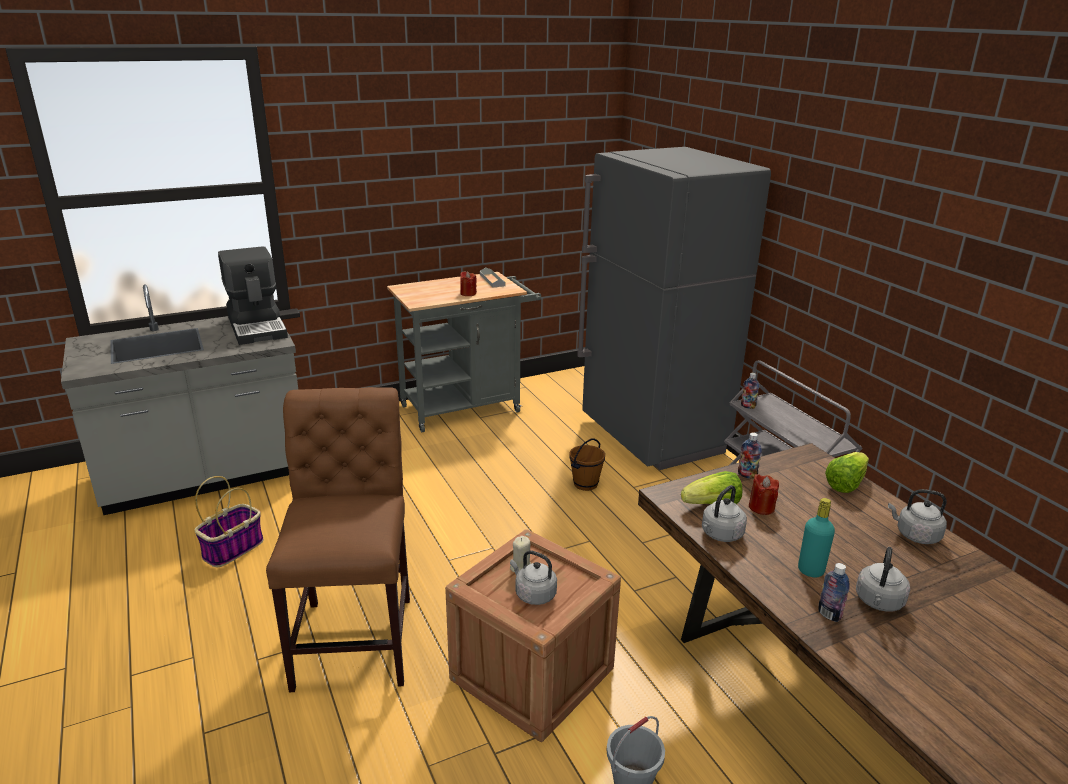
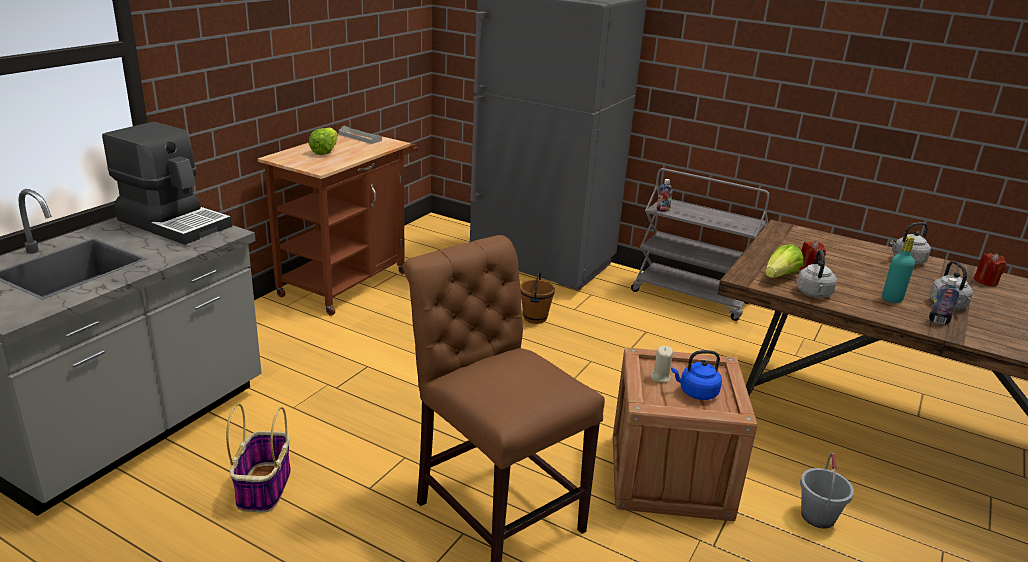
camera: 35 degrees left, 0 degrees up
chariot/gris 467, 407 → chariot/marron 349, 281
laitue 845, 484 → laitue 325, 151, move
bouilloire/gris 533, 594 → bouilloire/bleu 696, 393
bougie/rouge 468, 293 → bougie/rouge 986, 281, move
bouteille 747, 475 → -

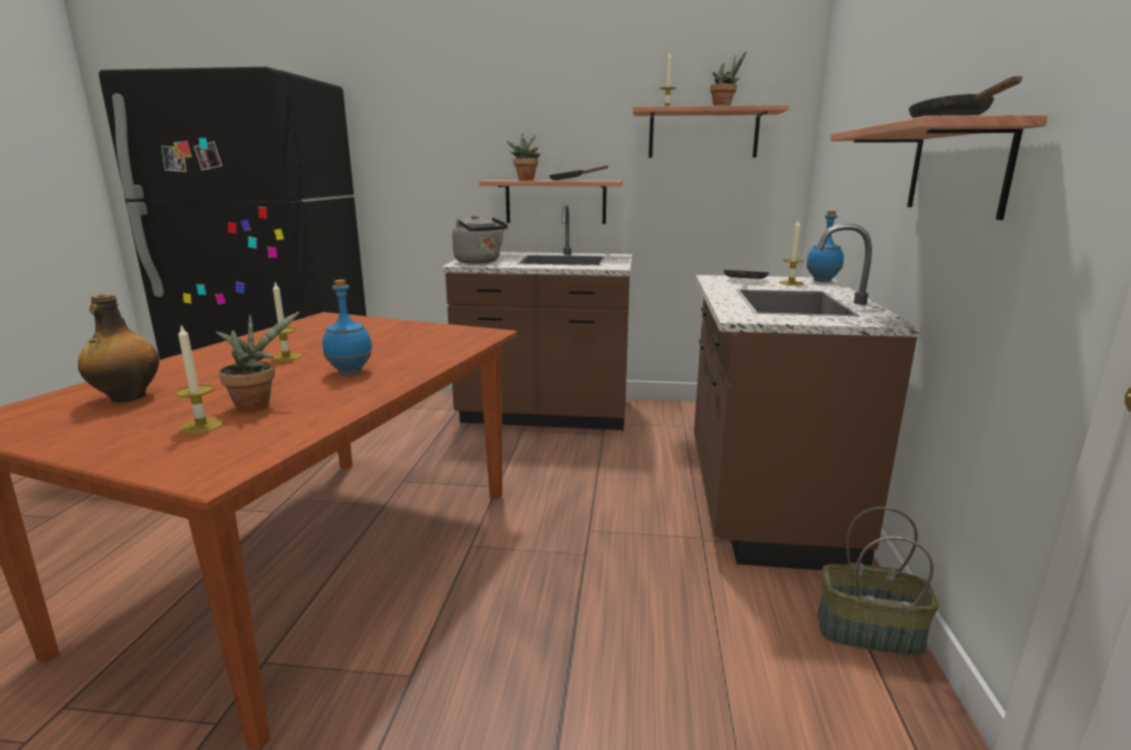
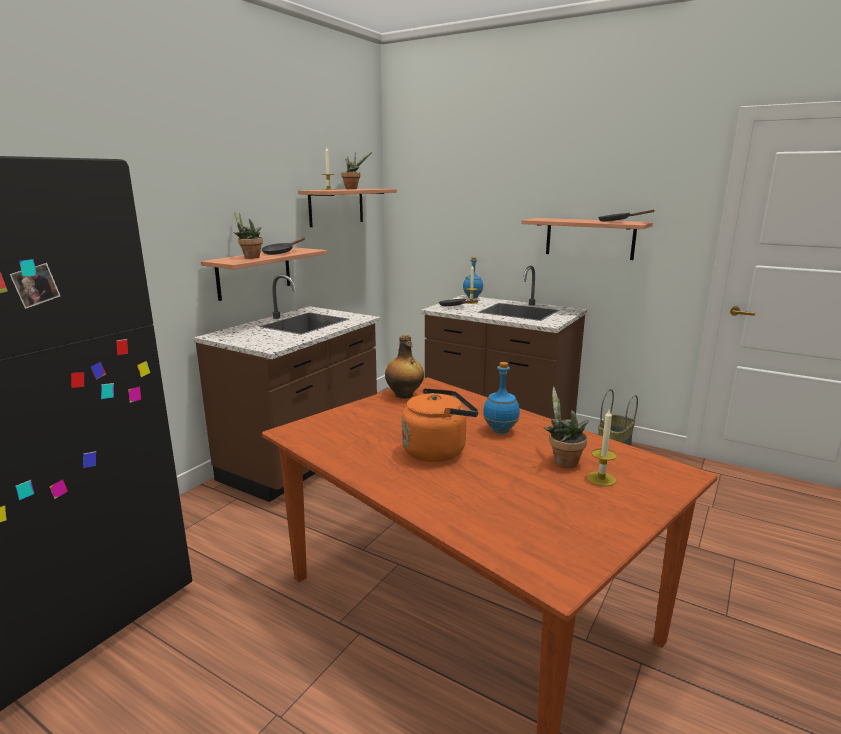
camera: 65 degrees left, 0 degrees up
bouteille 127, 397 → bouteille 404, 395, move
bougie 286, 357 → bouilloire/orange 437, 450
bouilloire/gris 480, 262 → -

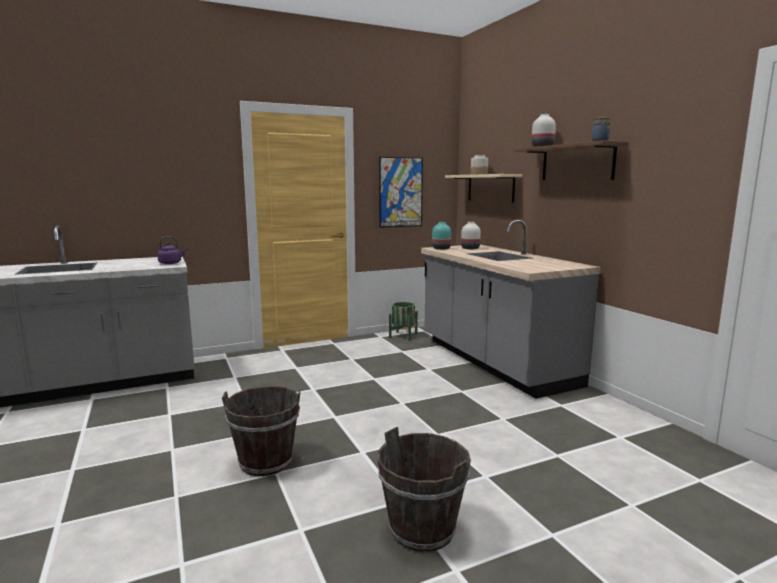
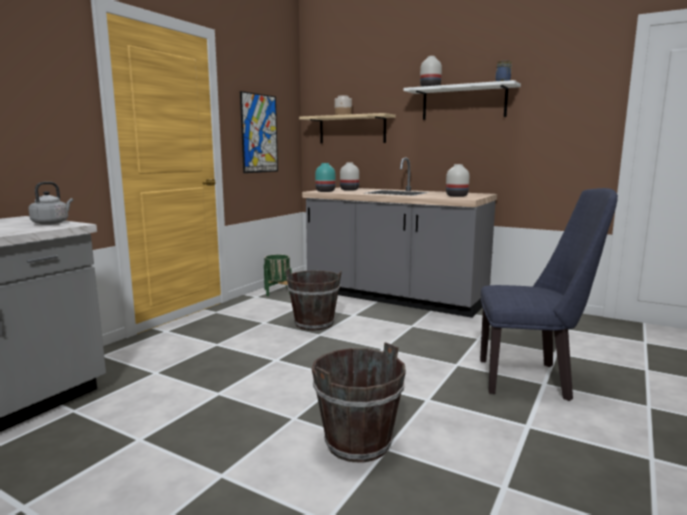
camera: 35 degrees left, 0 degrees up
bouilloire/violet 171, 263 → bouilloire/gris 52, 223
seau/marron 421, 530 → seau/marron 314, 324, move
étagère/marron 577, 163 → étagère/blanc 463, 103
- → vase/blanc 456, 196
- → chaise/bleu 532, 379

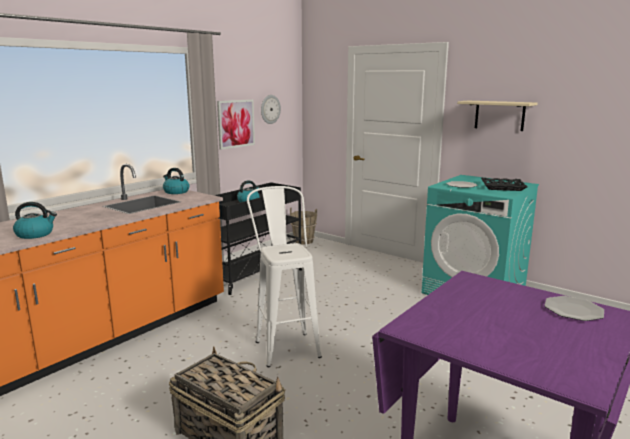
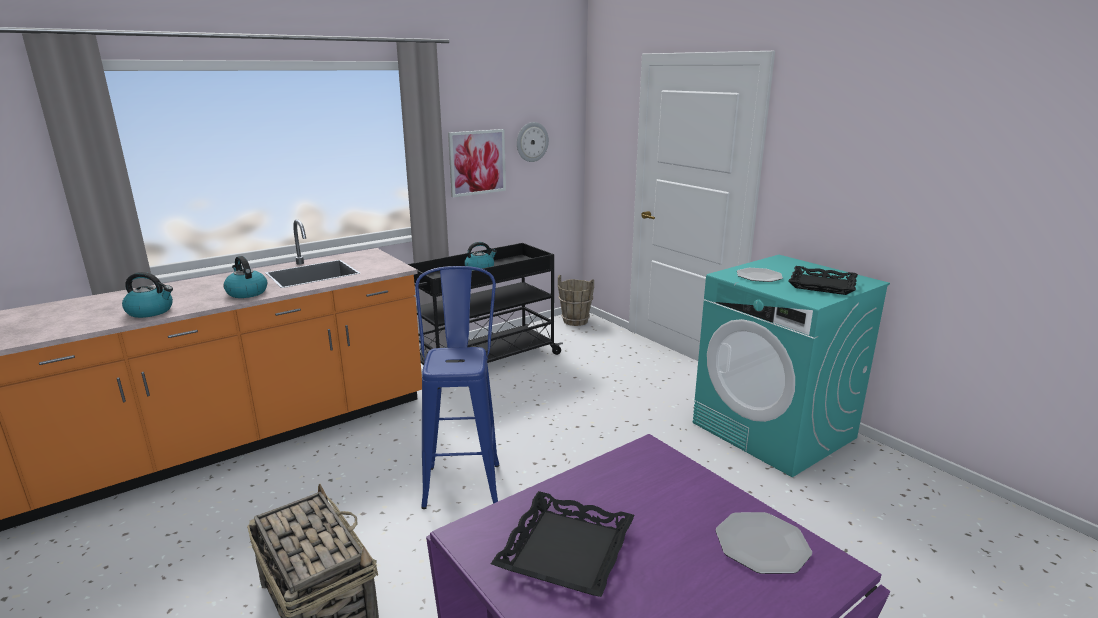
camera: 15 degrees right, 5 degrees up
bouilloire 176, 192 → bouilloire 246, 292, move
tabouret/blanc 284, 344 → tabouret/bleu 463, 477
- → plateau/noir 567, 551
étagère/beige 499, 115 → -

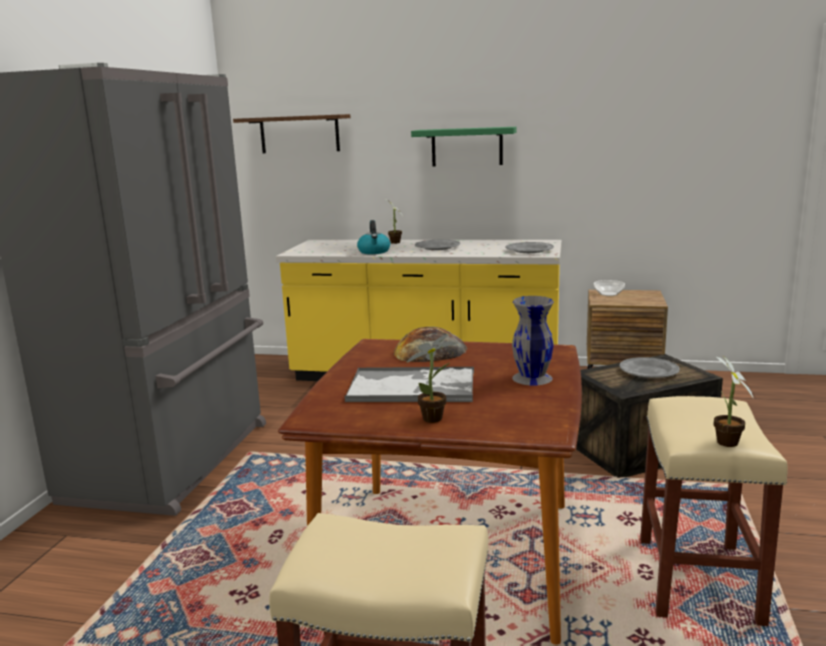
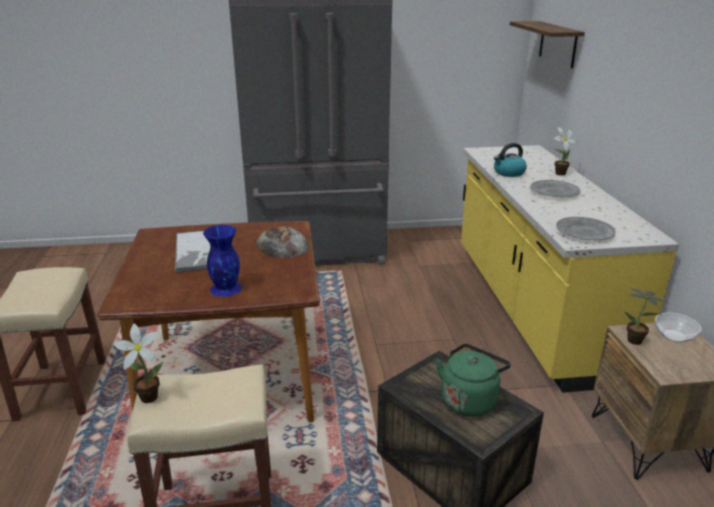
camera: 70 degrees right, 10 degrees up
vase/gris 531, 378 → vase/bleu 225, 288
assiette/gris 648, 371 → bouilloire/vert 469, 400
plante en pot 436, 418 → plante en pot 637, 342, move
étagère/vert 467, 147 → -

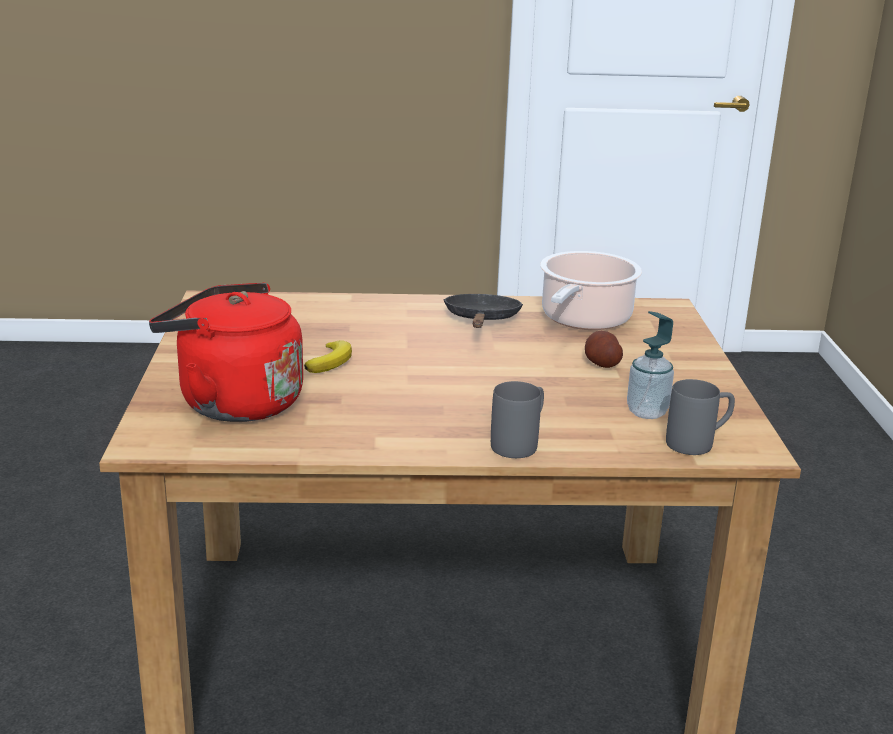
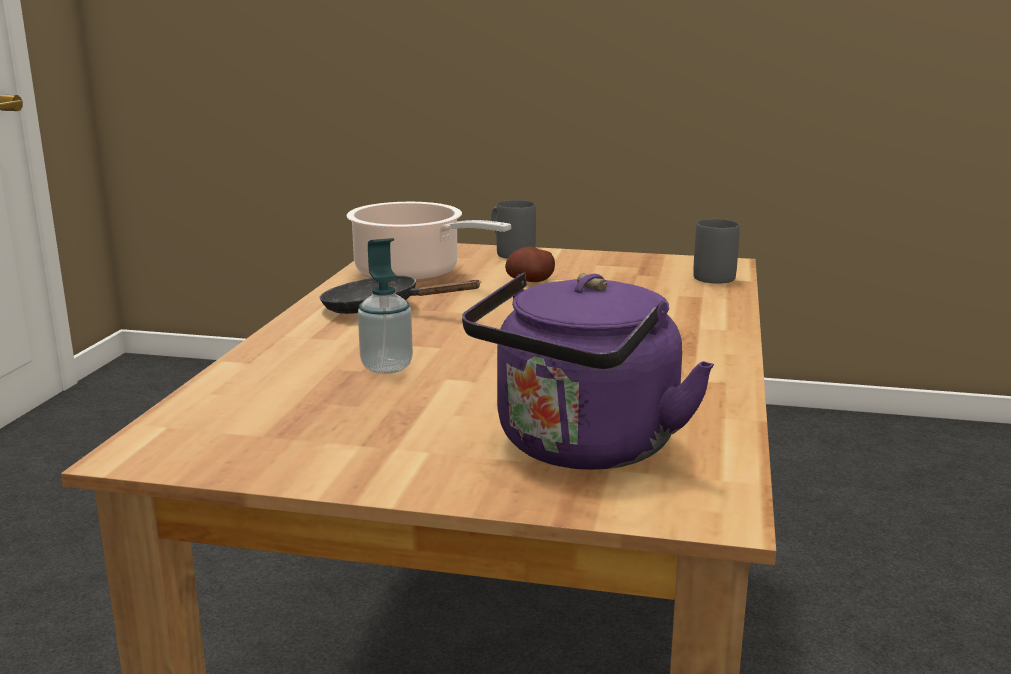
camera: 75 degrees left, 5 degrees down
distributeur de savon 647, 412 → distributeur de savon 386, 367, move
bouilloire/rouge 233, 402 → bouilloire/violet 581, 449
mug/gris 520, 443 → mug/gris 510, 252, move
banane 331, 361 → -

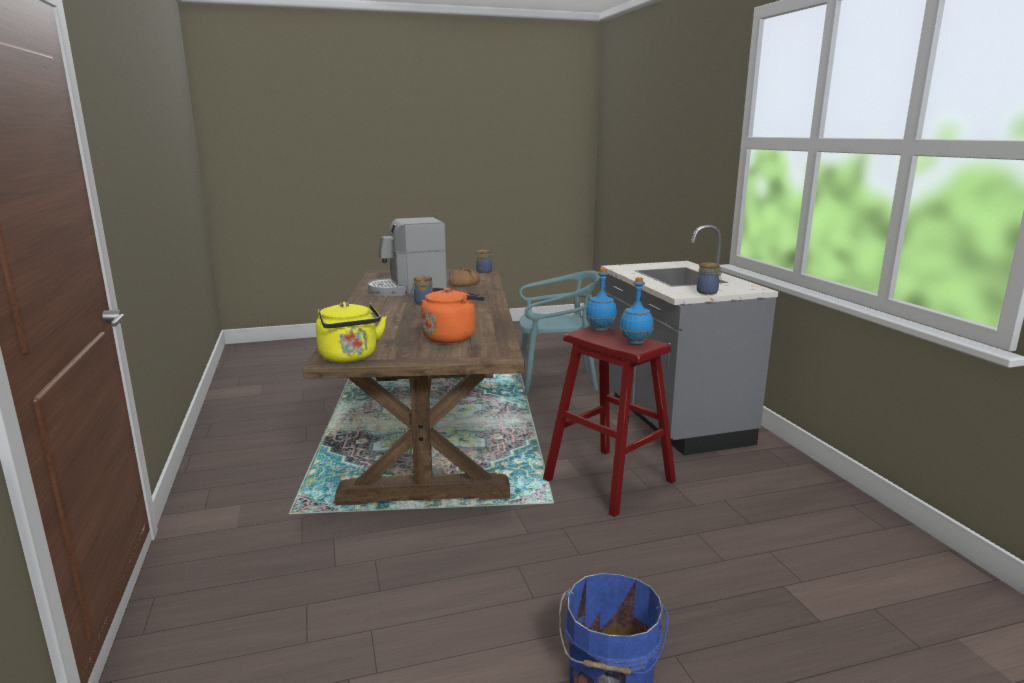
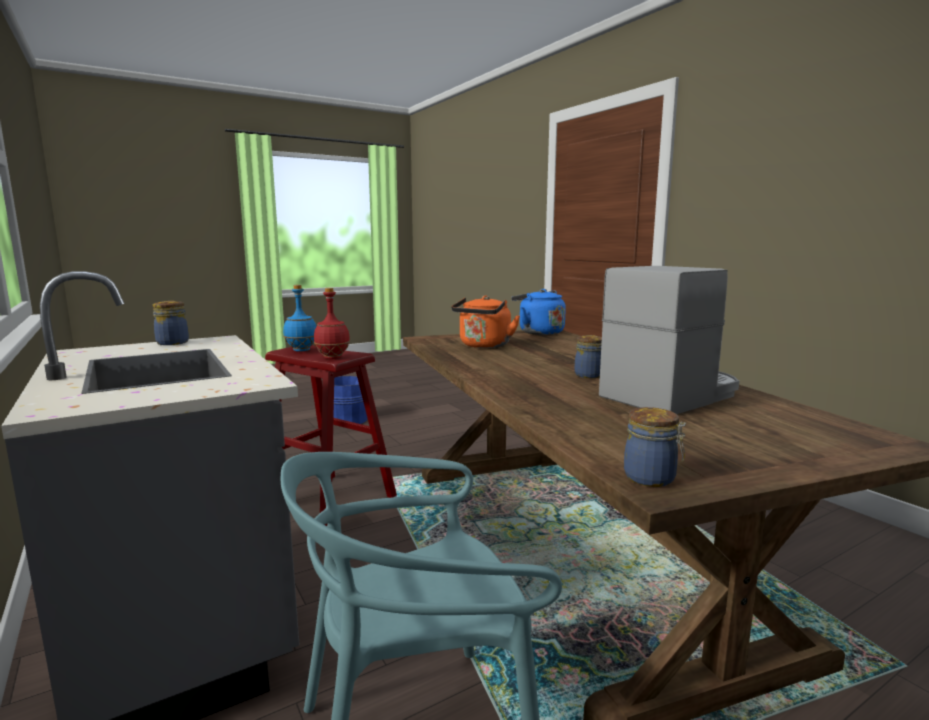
camera: 165 degrees right, 5 degrees down
bouteille/bleu 600, 329 → bouteille/rouge 333, 358
bouilloire/jaune 350, 357 → bouilloire/bleu 538, 332
pain 464, 284 → -

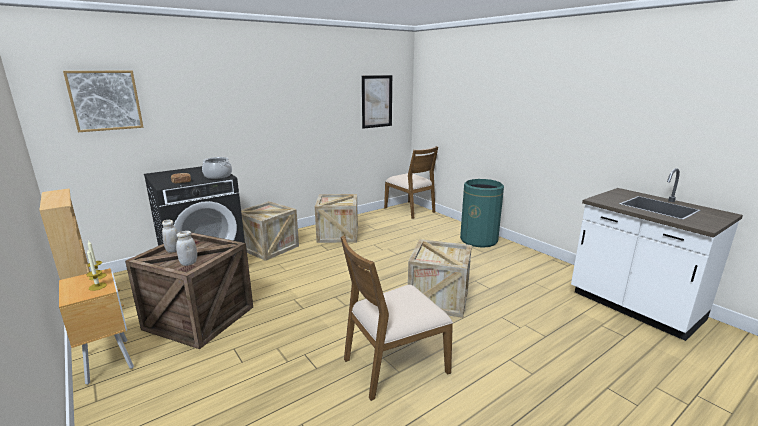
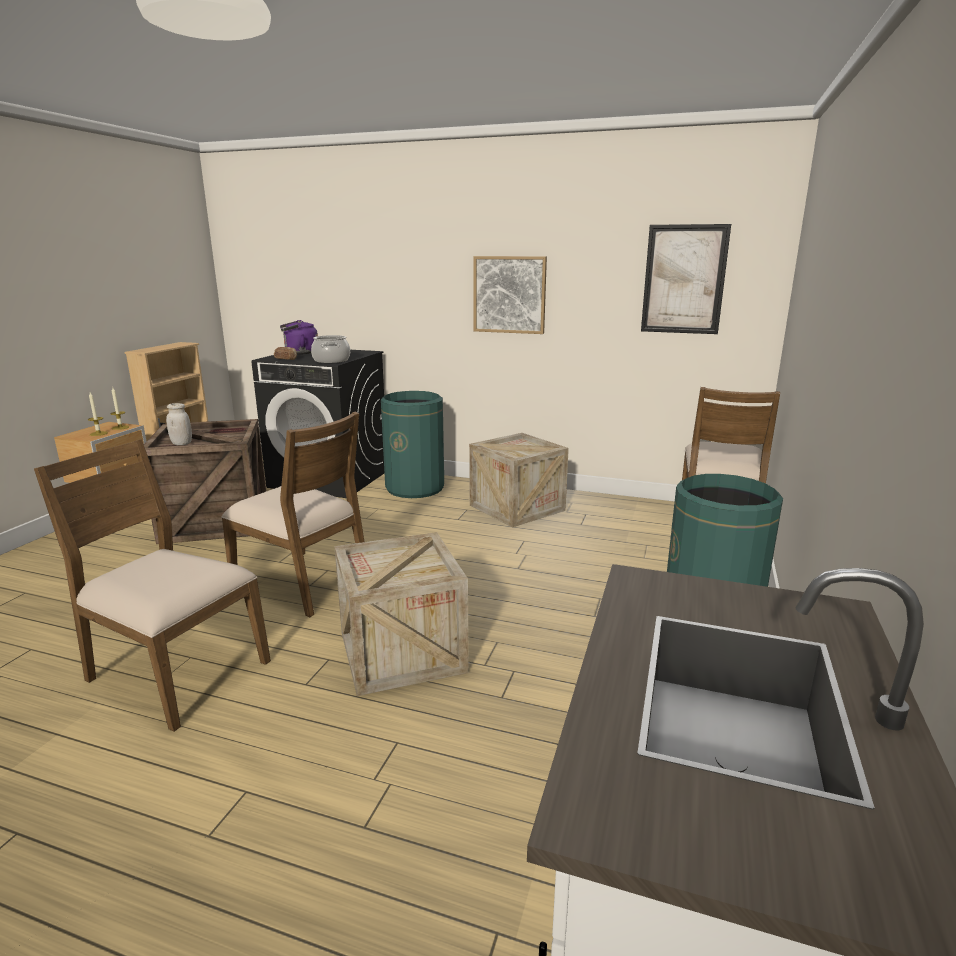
camera: 55 degrees right, 0 degrees up
- → chaise/marron 303, 583
- → bouilloire/violet 299, 353
caisse 269, 247 → poubelle/vert 415, 488
tableau 105, 100 → tableau 509, 294, move
bocal/blanc 173, 250 → -

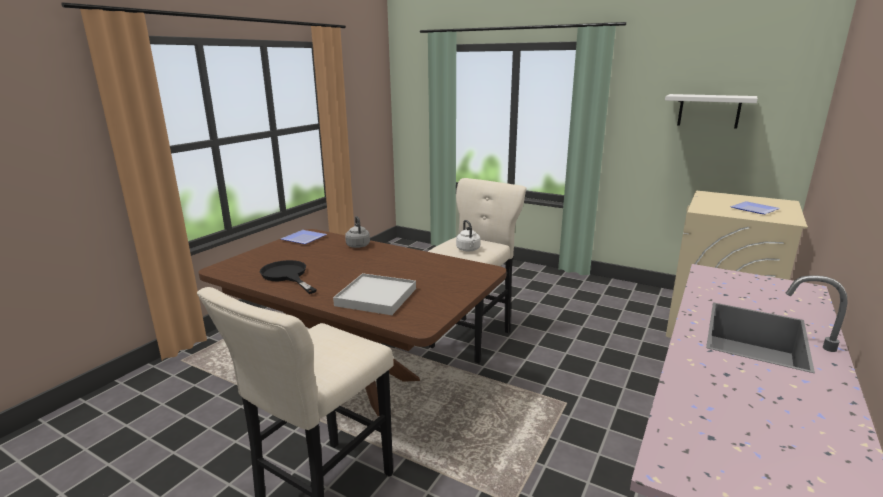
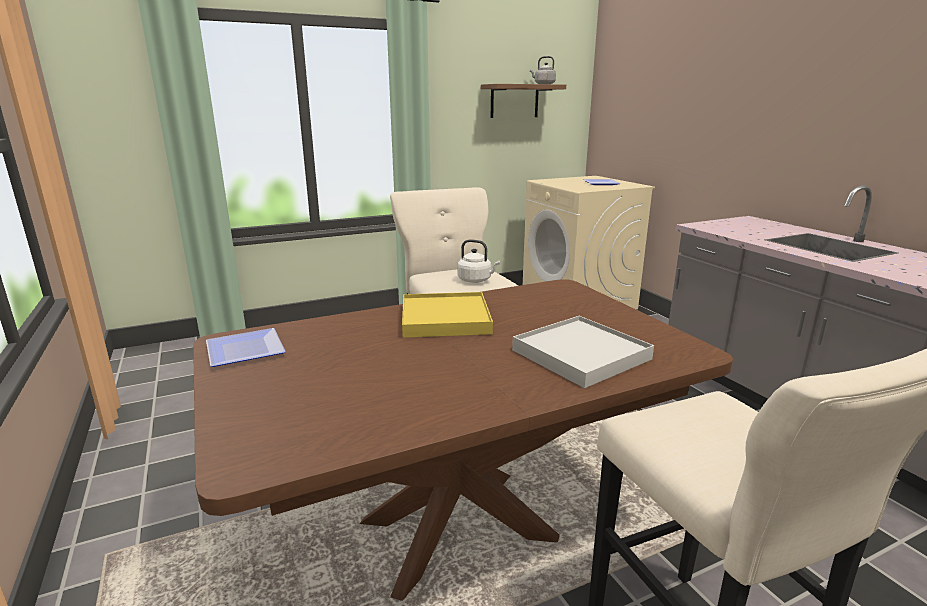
camera: 55 degrees left, 0 degrees up
- → plateau/jaune 445, 319
étagère/blanc 709, 111 → étagère/marron 514, 101
bouilloire/gris 358, 245 → bouilloire/gris 543, 84, move
poêle/noir 287, 276 → -

